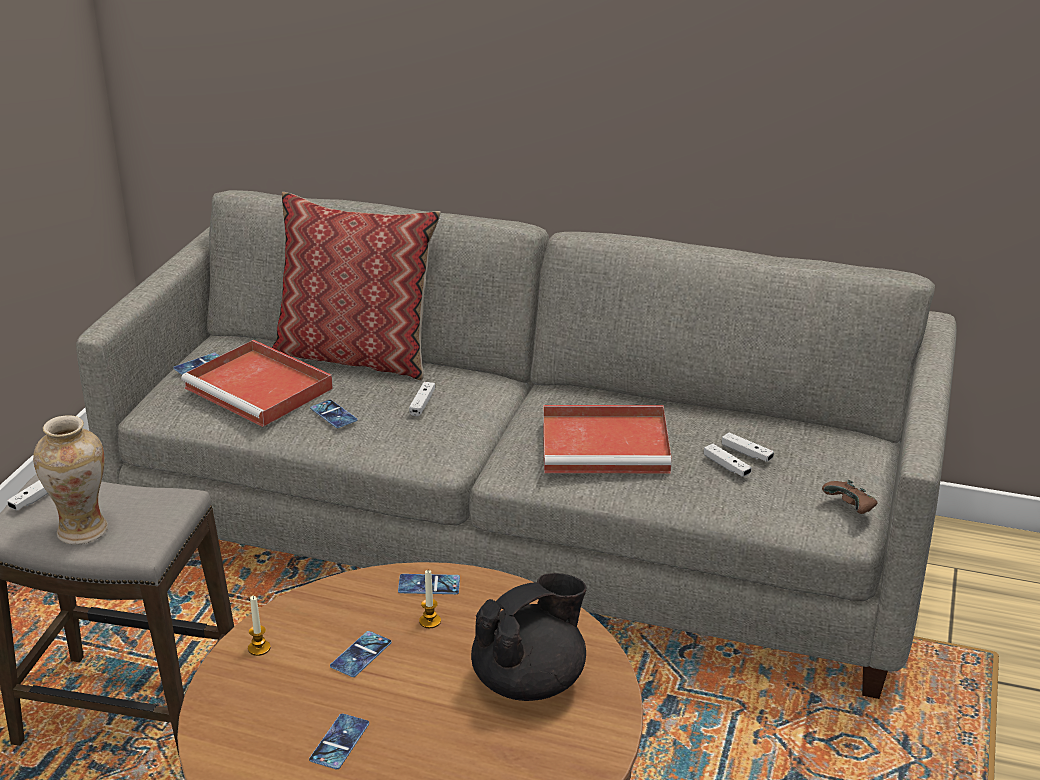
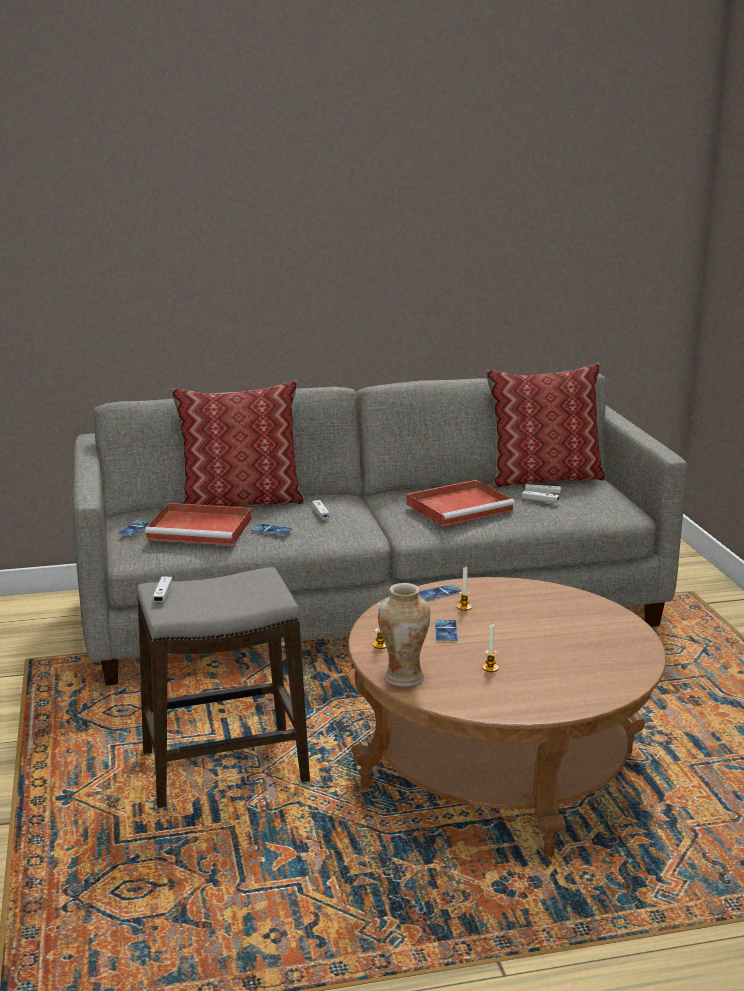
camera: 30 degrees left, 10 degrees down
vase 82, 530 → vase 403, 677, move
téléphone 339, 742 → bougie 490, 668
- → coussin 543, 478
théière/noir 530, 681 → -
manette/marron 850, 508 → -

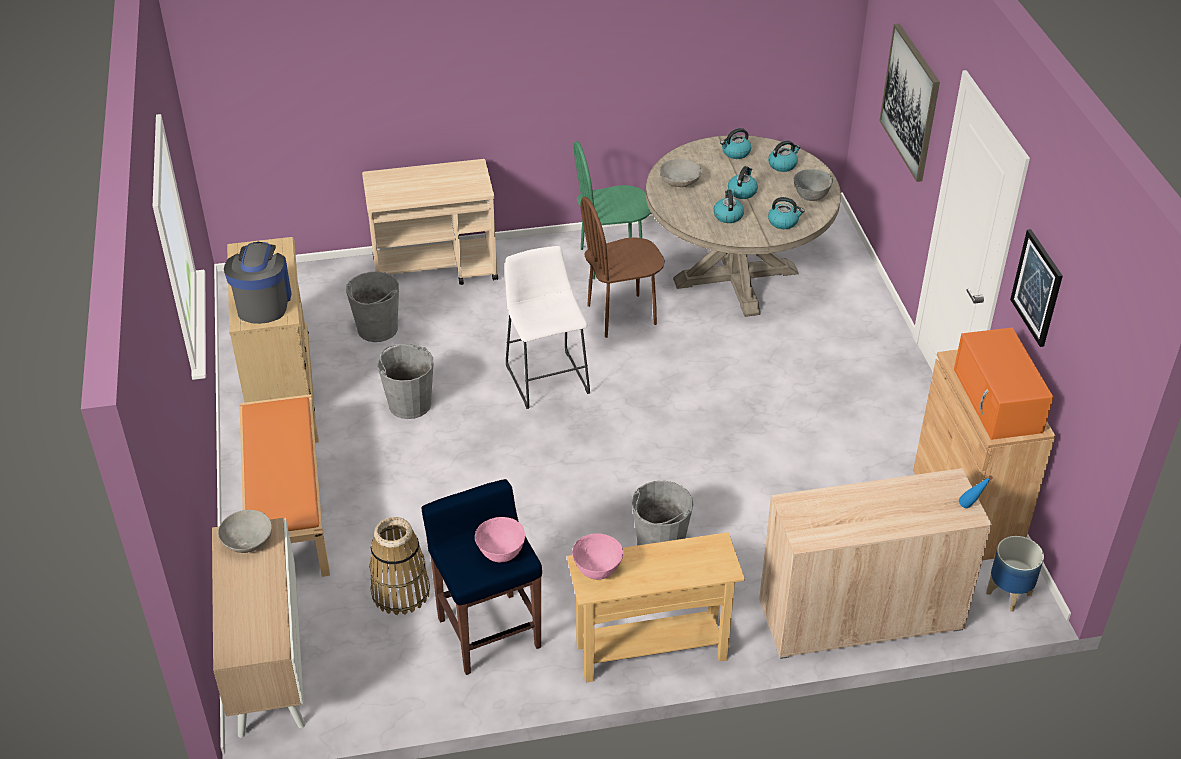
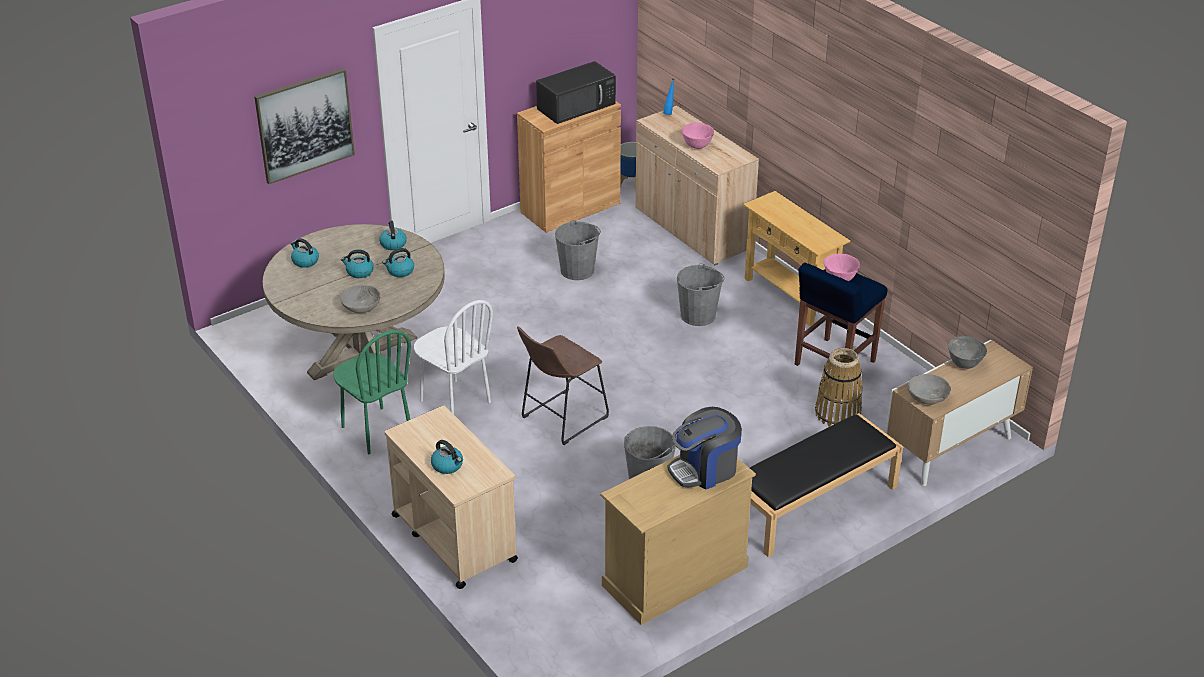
camera: 115 degrees left, 5 degrees down
chaise/marron 621, 315 → chaise/blanc 455, 402
bouilloire 735, 153 → bouilloire 448, 465, move
tabouret/blanc 546, 375 → tabouret/marron 561, 419
micro-ondes/orange 998, 401 → micro-ondes/noir 577, 106
seau/gris 377, 329 → seau/gris 577, 270, move
bol/rose 597, 571 → bol/rose 697, 146, move
banc/orange 286, 507 → banc/noir 812, 504
bol/gris 810, 197 → bol/gris 964, 364, move
tableau 1037, 287 → -

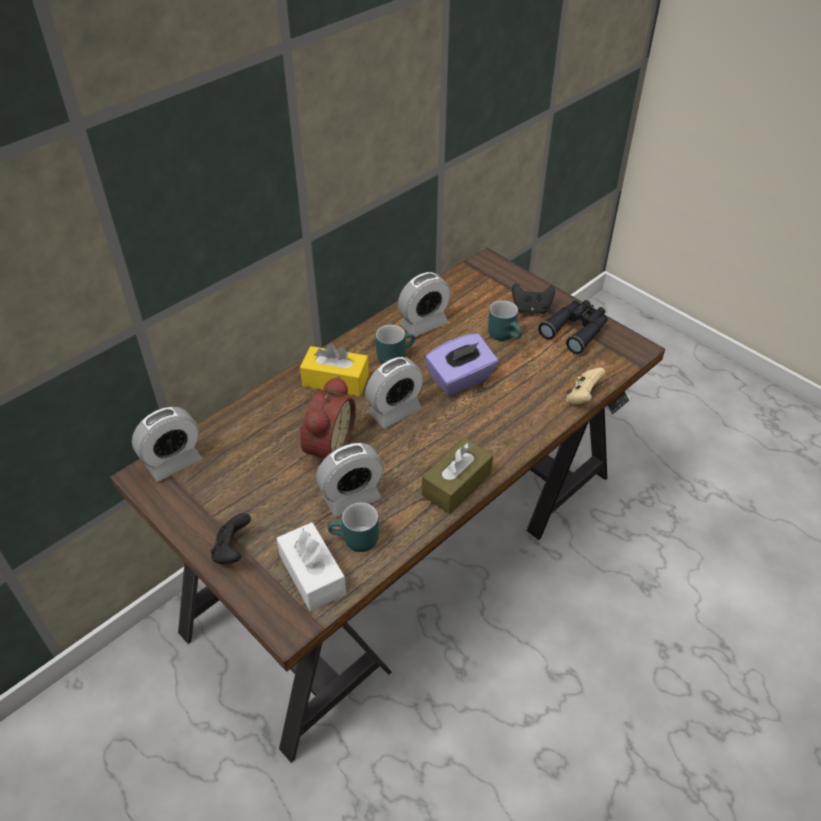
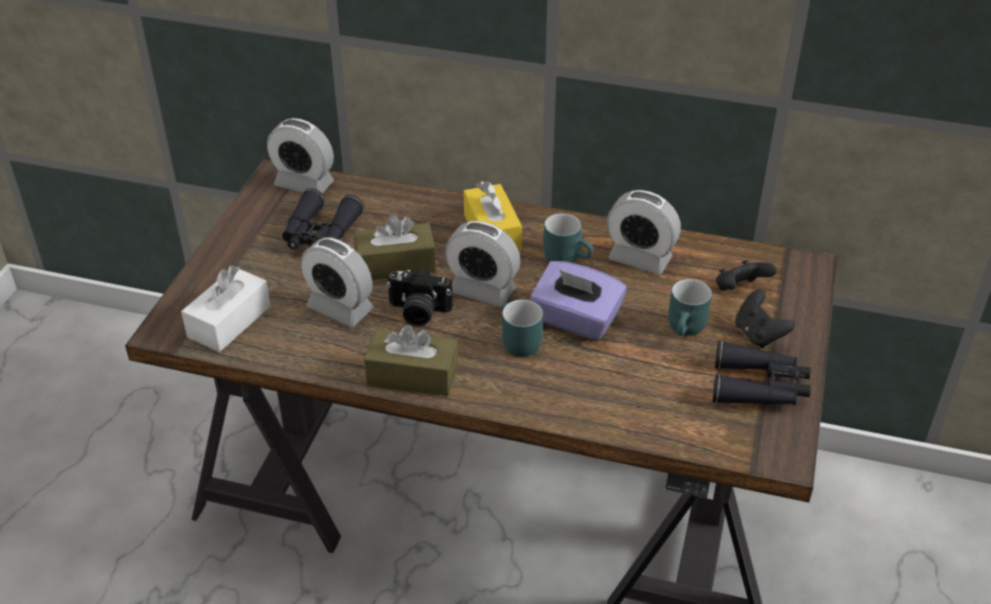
camera: 60 degrees right, 5 degrees down
- → jumelles/noir 319, 234
réveil 326, 446 → boîte à mouchoirs/marron 396, 264
- → appareil photo 418, 312
mug/turquoise 355, 541 → mug/turquoise 516, 342, move
manette/noir 232, 550 → manette/noir 740, 290, move
manette/beige 582, 396 → -

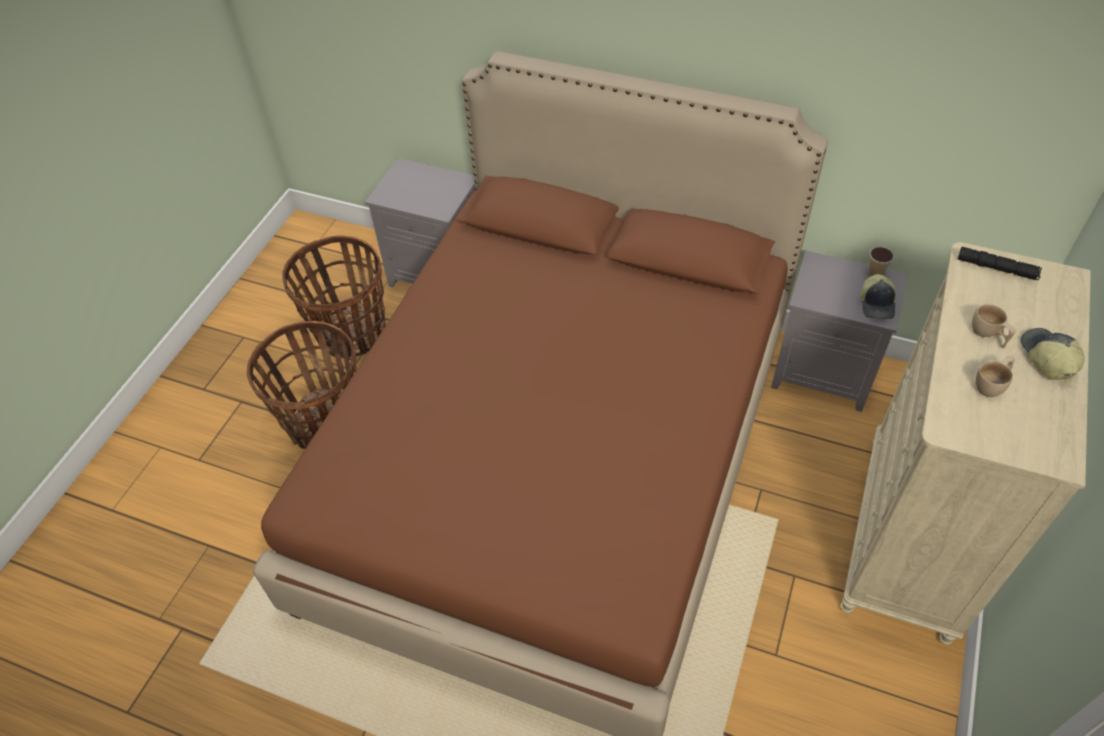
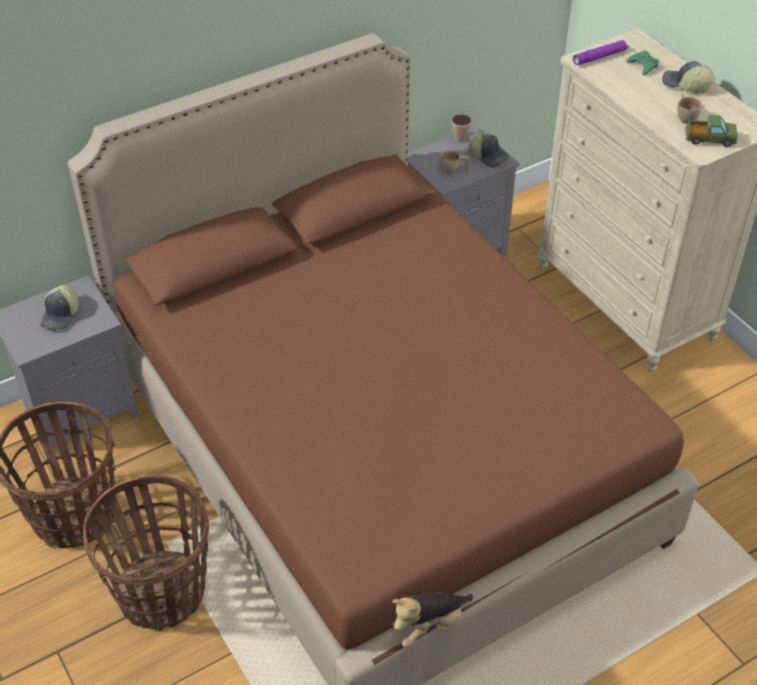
camera: 55 degrees left, 5 degrees down
- → casquette 61, 315
- → peluche 429, 625
tasse/beige 988, 335 → tasse/beige 453, 170, move
lampe de poche/noir 997, 268 → lampe de poche/violet 600, 57
- → manette/vert 643, 66
- → camion jouet 709, 139

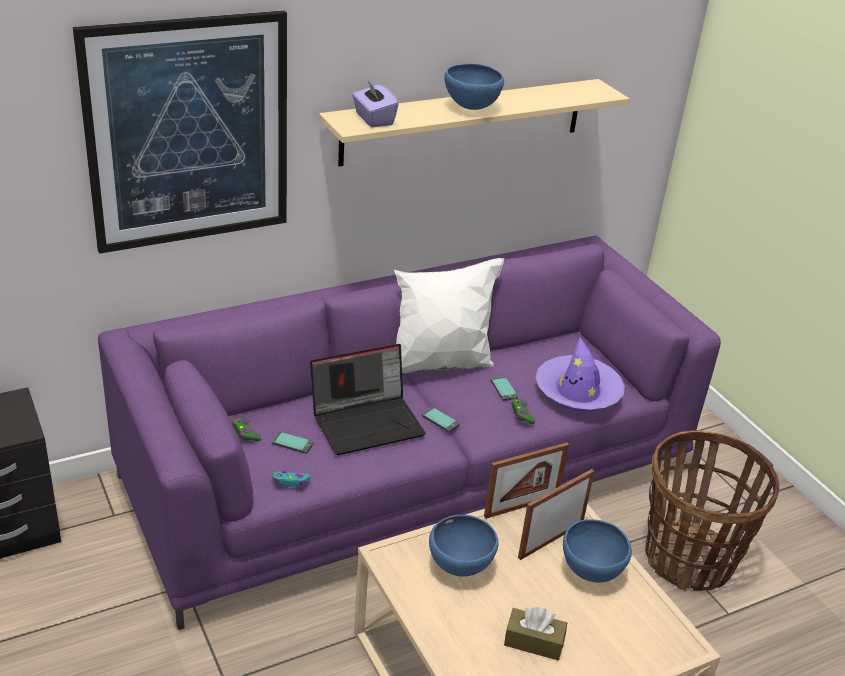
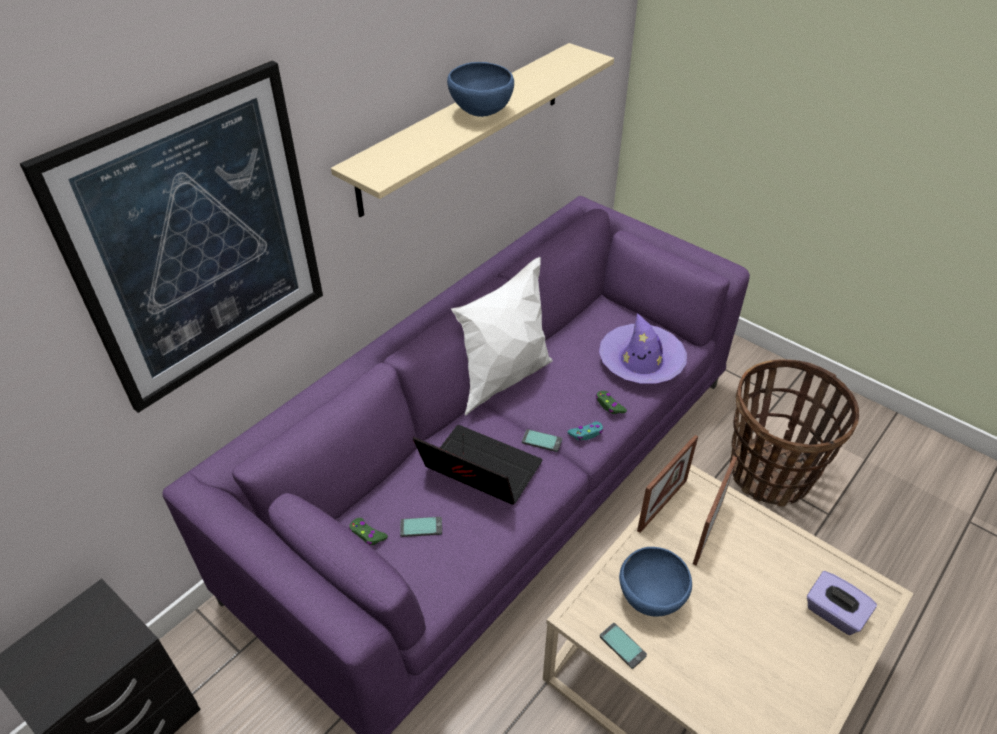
camera: 20 degrees left, 10 degrees up
ordinateur portable 368, 422 → ordinateur portable 478, 471, 105 degrees counterclockwise
manette/turquoise 290, 482 → manette/turquoise 586, 434, move
téléphone 504, 389 → téléphone 623, 645, move
boîte à mouchoirs/violet 373, 119 → boîte à mouchoirs/violet 833, 613, move
boîte à mouchoirs/marron 534, 642 → -
bol/bleu 590, 571 → -

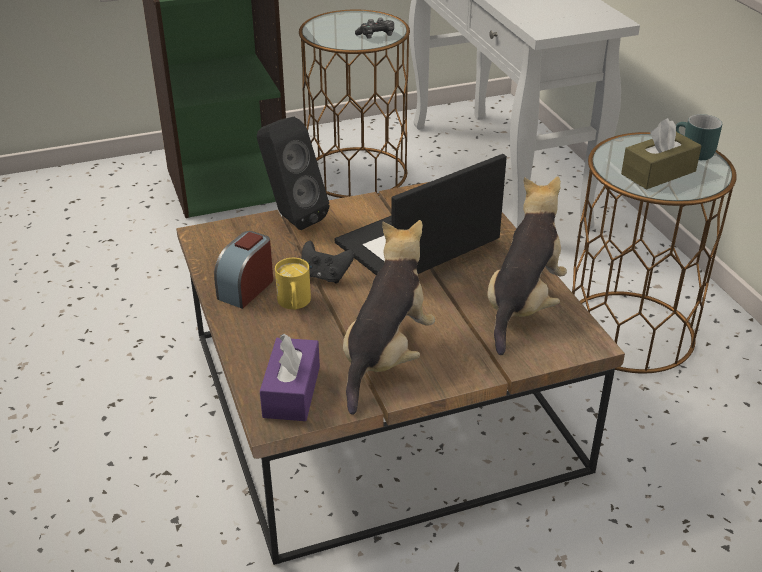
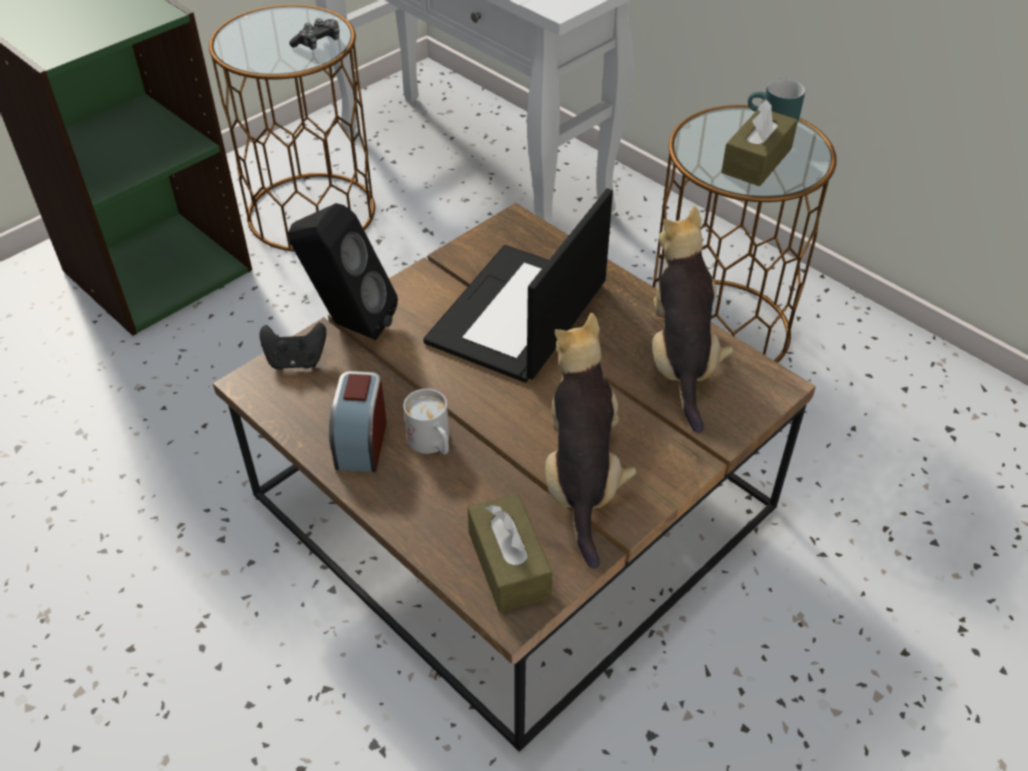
camera: 25 degrees left, 10 degrees up
manette/noir 325, 276 → manette/noir 296, 361, move
mug/jaune 294, 304 → mug/blanc 433, 444
boîte à mouchoirs/violet 291, 391 → boîte à mouchoirs/marron 508, 564

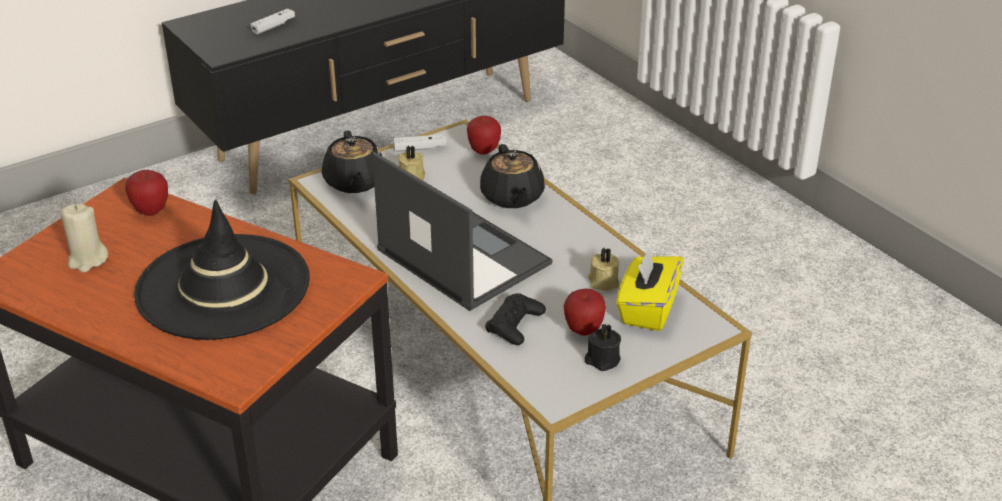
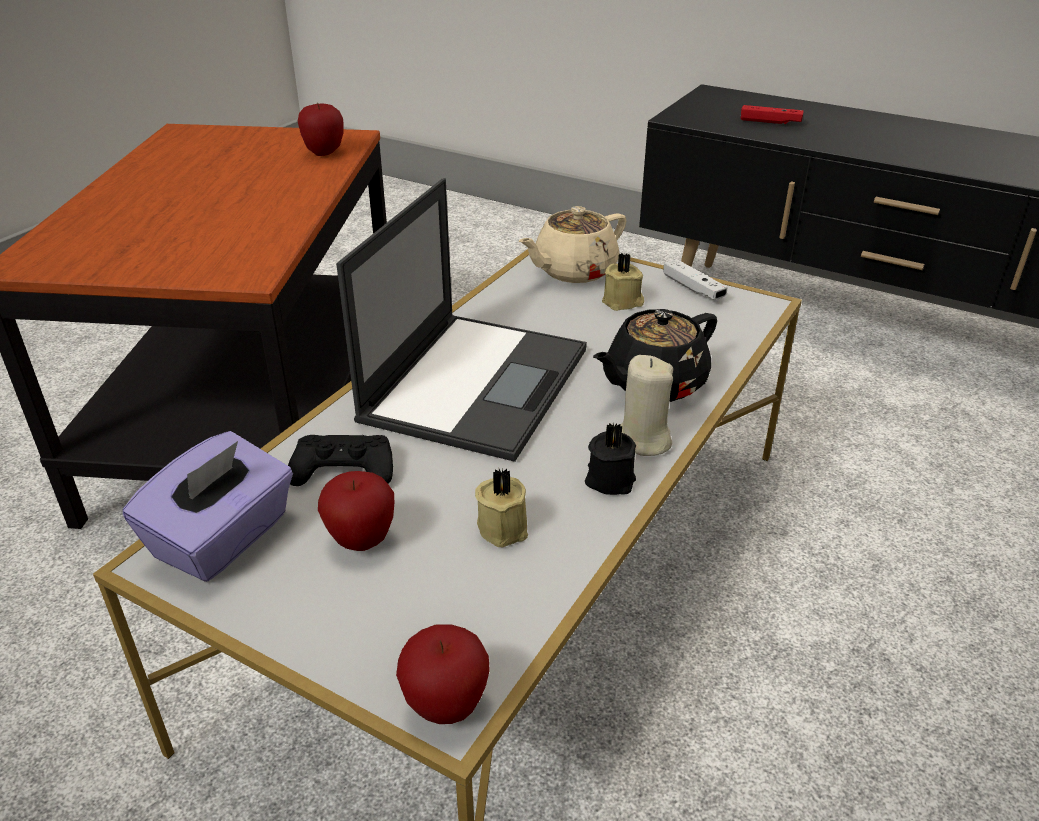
camera: 65 degrees right, 0 degrees up
- → boîte à mouchoirs/violet 224, 538
pomme 484, 151 → pomme 446, 706, move
théière/noir 354, 182 → théière/beige 573, 271
bougie/noir 602, 360 → bougie/noir 609, 479, move
bougie/beige 87, 260 → bougie/beige 642, 440, move
manette/blanc 273, 26 → manette/rouge 770, 122
chapeau/noir 223, 287 → -
boîte à mouchoirs/jaune 647, 309 → -

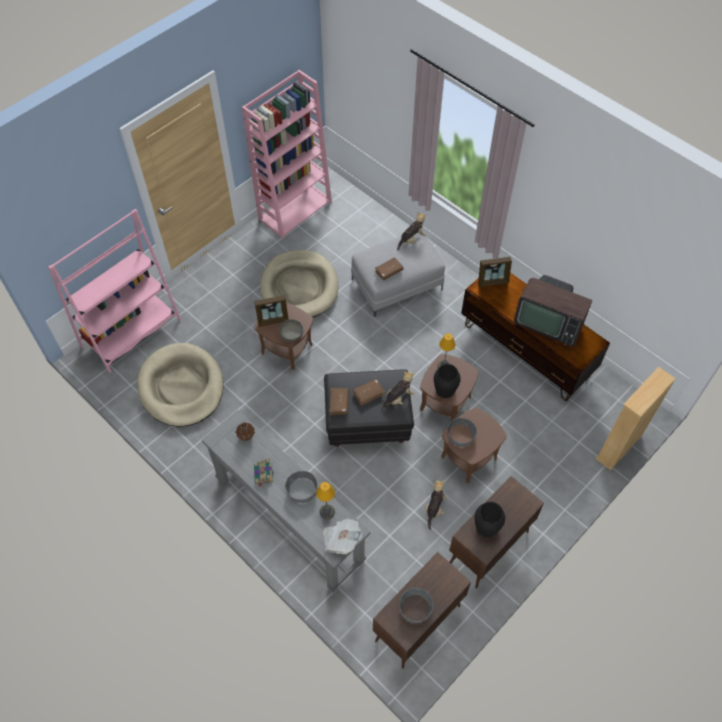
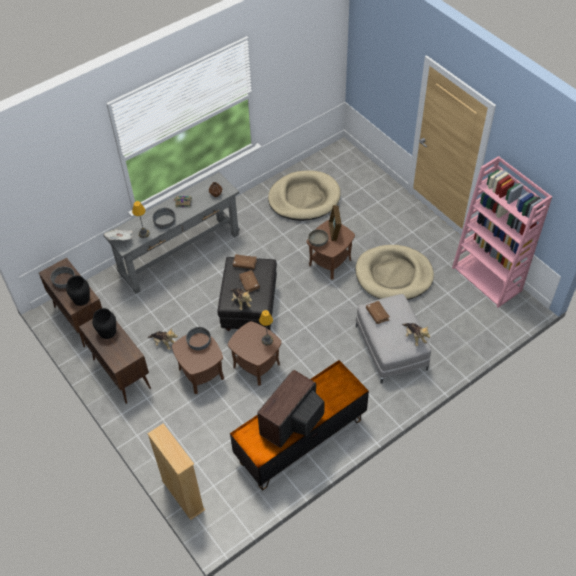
camera: 100 degrees right, 5 degrees down
vase/noir 445, 390 → vase/noir 81, 299, move
bibliothèque/rose 131, 333 → -
cadre photo 492, 281 → -

